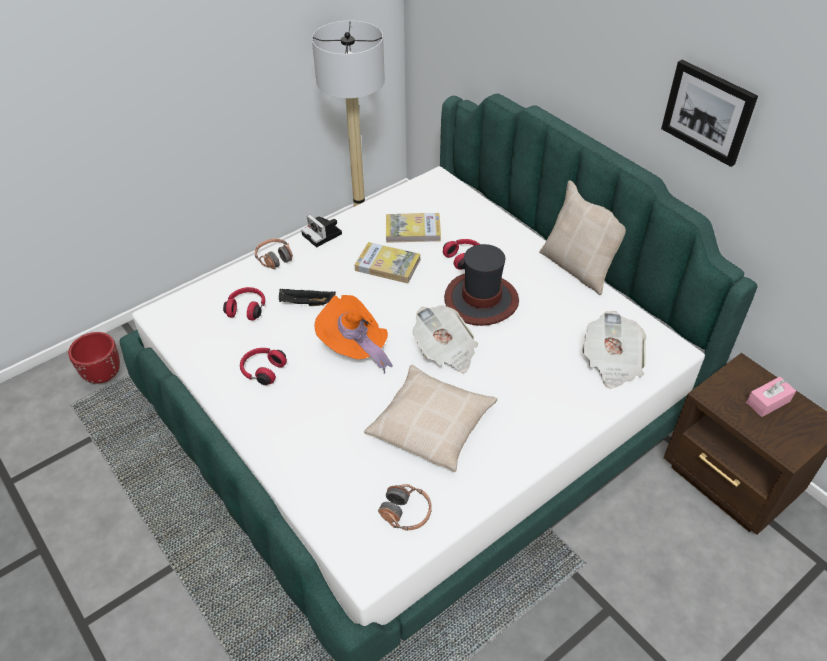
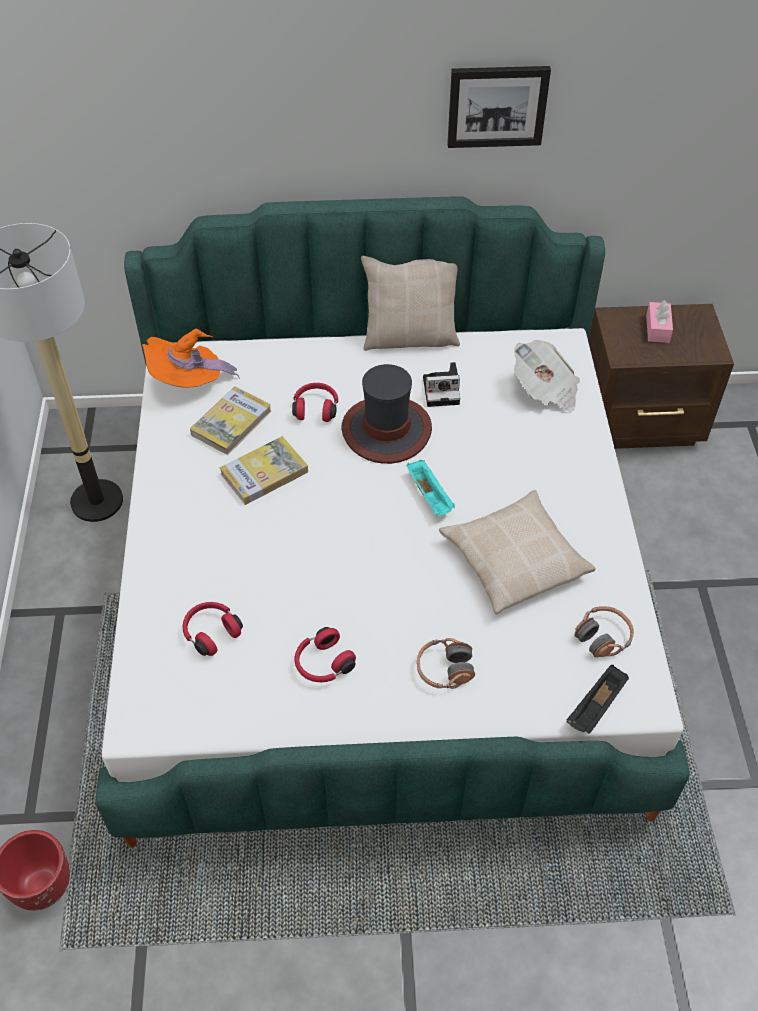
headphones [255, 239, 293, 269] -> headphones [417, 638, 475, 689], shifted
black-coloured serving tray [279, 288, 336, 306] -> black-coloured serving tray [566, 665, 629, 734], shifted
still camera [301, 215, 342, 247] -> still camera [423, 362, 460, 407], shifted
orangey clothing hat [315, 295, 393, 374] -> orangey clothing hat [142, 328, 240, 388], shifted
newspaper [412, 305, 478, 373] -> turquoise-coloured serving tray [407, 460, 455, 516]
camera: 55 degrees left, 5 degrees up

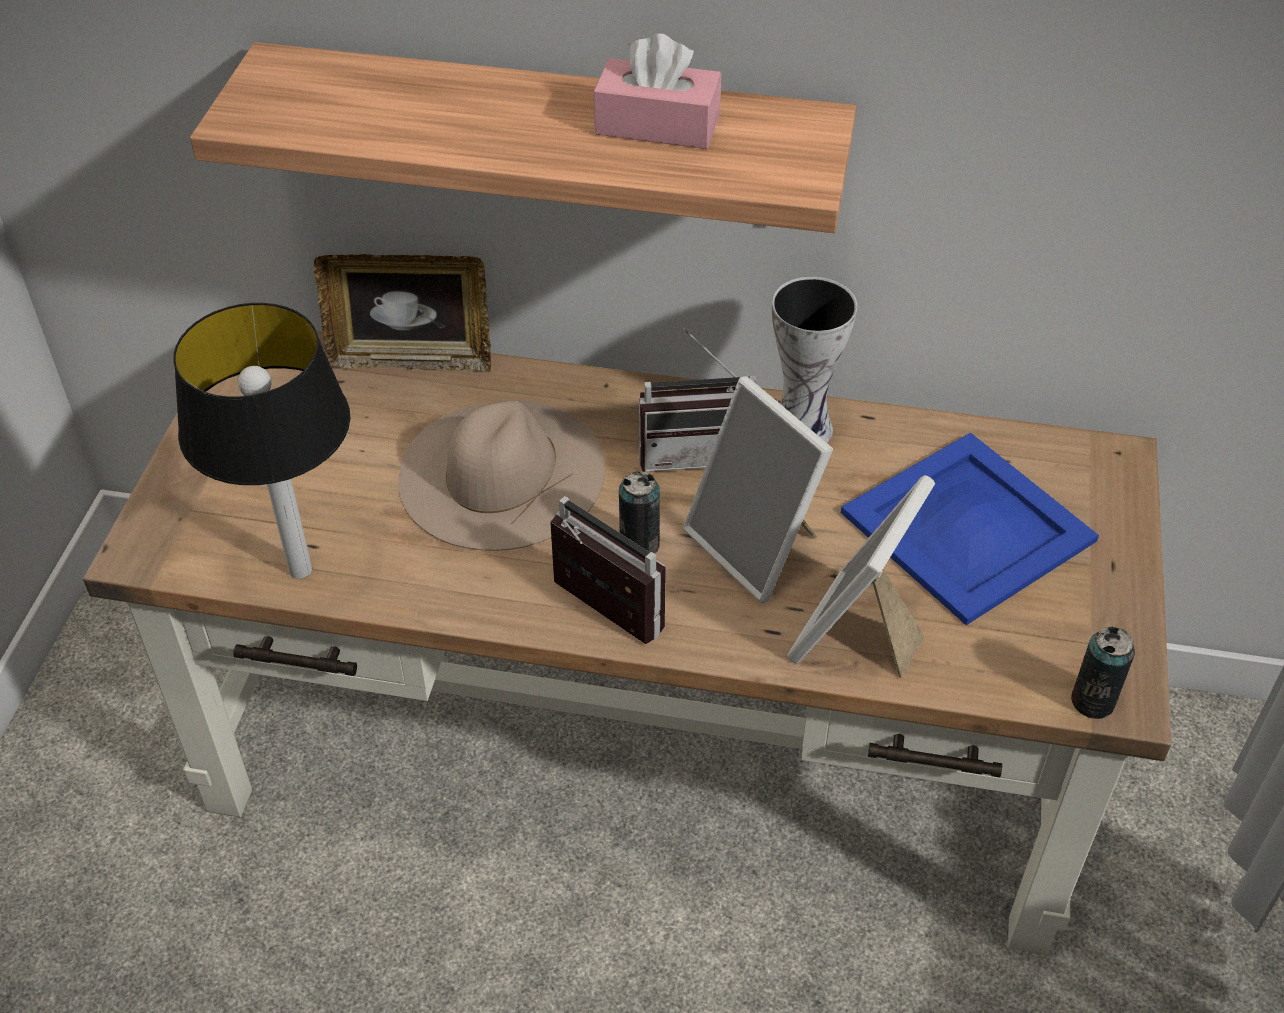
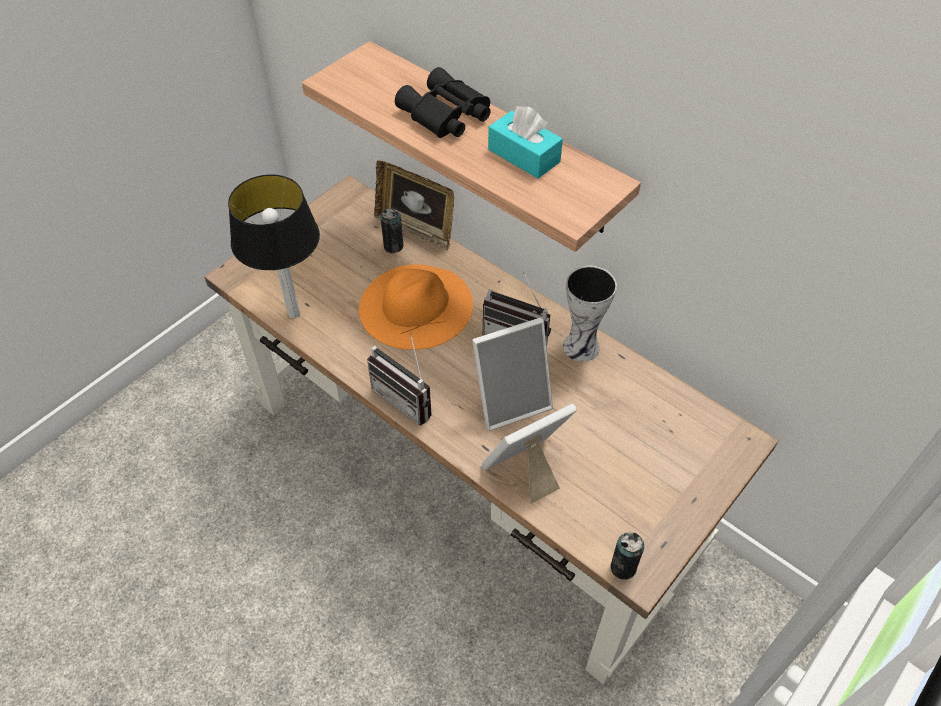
bluish serving tray [841, 432, 1099, 625] -> none
none -> black-coloured binoculars [395, 67, 491, 138]
can [619, 471, 661, 554] -> can [381, 208, 403, 253], shifted
beige-coloured clothing hat [398, 400, 605, 551] -> orangey clothing hat [359, 264, 473, 350]
pink tissue box [594, 33, 721, 149] -> turquoise-coloured tissue box [488, 106, 563, 179]
radio [550, 496, 666, 644] -> radio [367, 332, 432, 425], 150 degrees clockwise
photo frame [683, 376, 833, 603] -> photo frame [472, 317, 553, 431], 105 degrees counterclockwise
camera: 30 degrees right, 5 degrees up

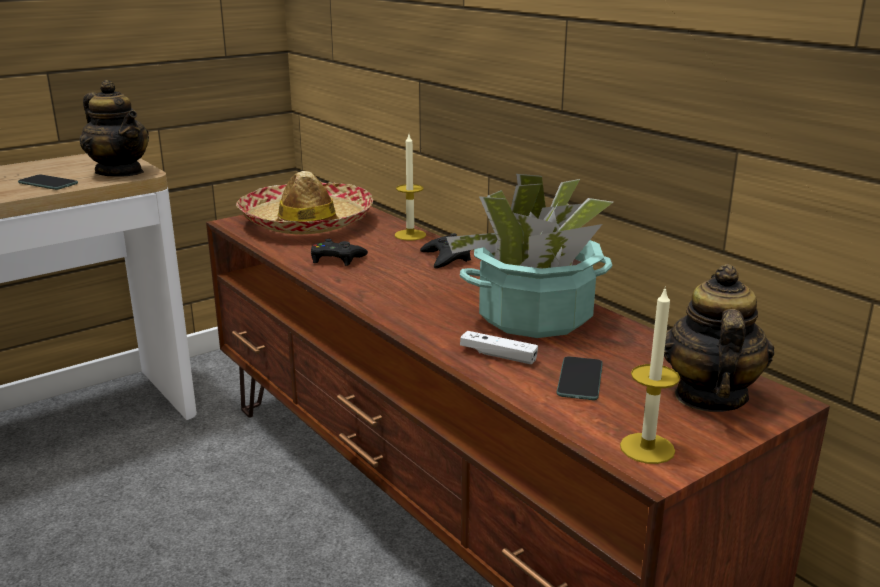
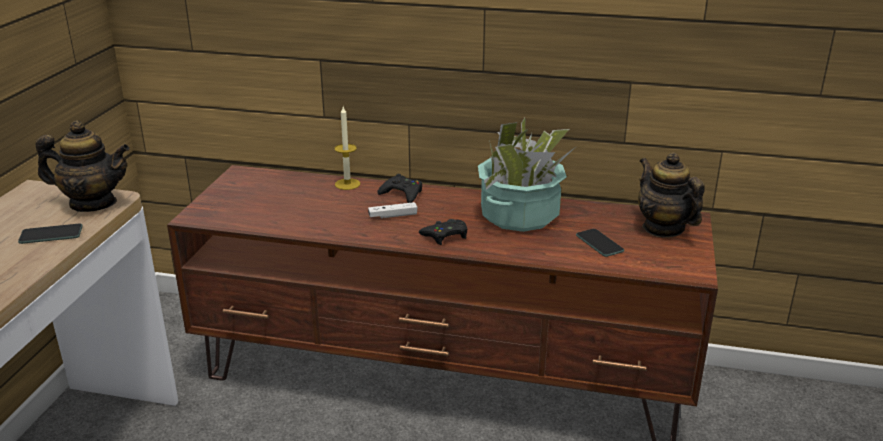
clothing hat [236, 171, 373, 234] -> none
wax candle [620, 286, 680, 464] -> none
black-coloured joypad [311, 239, 368, 266] -> black-coloured joypad [419, 219, 467, 245], shifted
whitish joypad [460, 331, 538, 364] -> whitish joypad [368, 202, 417, 218], shifted
camera: 40 degrees left, 5 degrees up

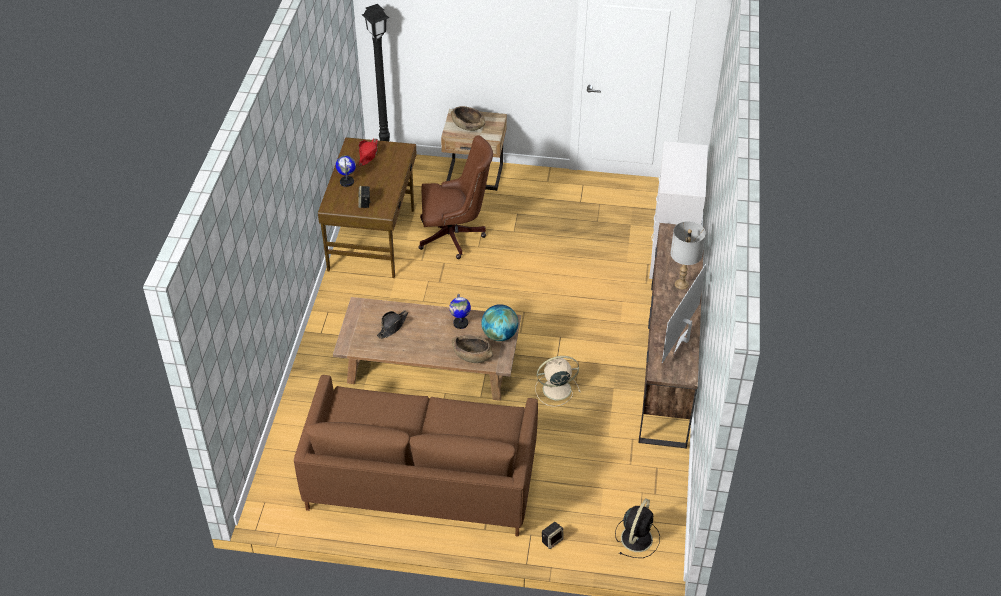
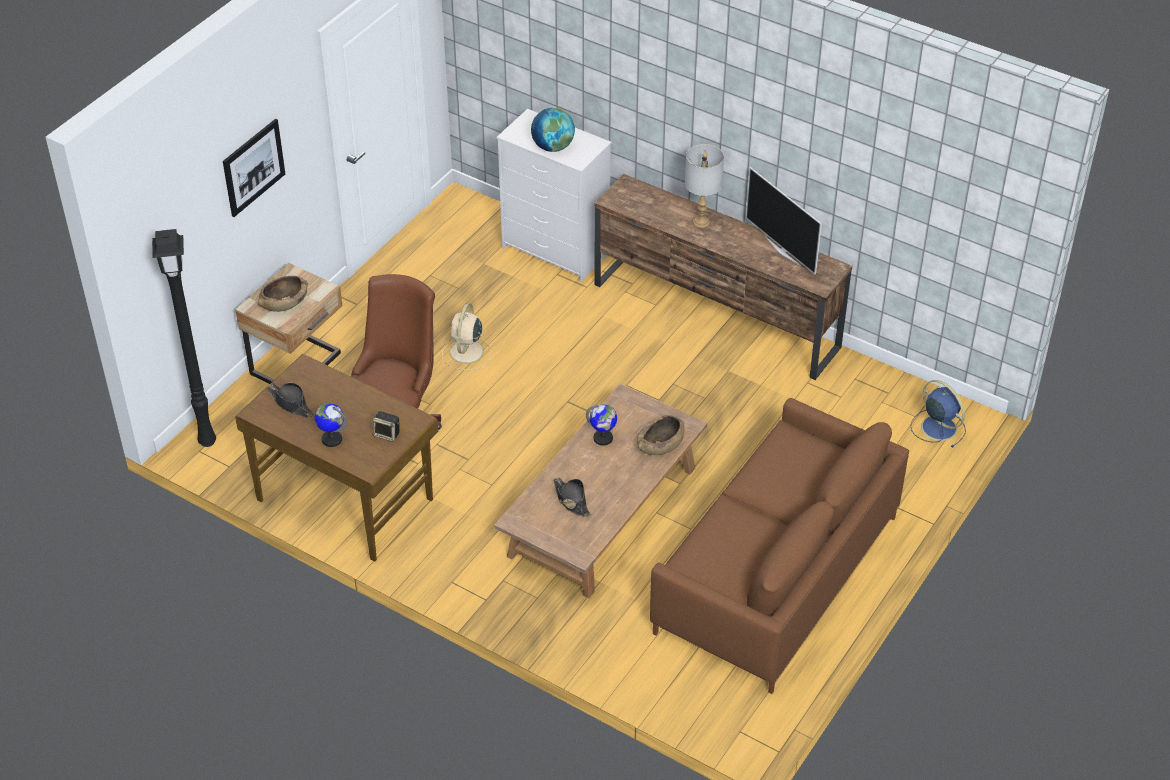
speaker [542, 522, 563, 549] -> none
none -> wall picture [223, 119, 285, 217]
globe [481, 304, 518, 341] -> globe [531, 108, 575, 152], shifted
beige-coloured cooling fan [535, 356, 580, 407] -> beige-coloured cooling fan [442, 303, 491, 370], shifted
red-coloured clothing hat [359, 139, 378, 166] -> black-coloured clothing hat [267, 382, 314, 418]
black-coloured cooling fan [615, 498, 660, 558] -> bluish cooling fan [911, 380, 966, 448]
camera: 65 degrees left, 0 degrees up

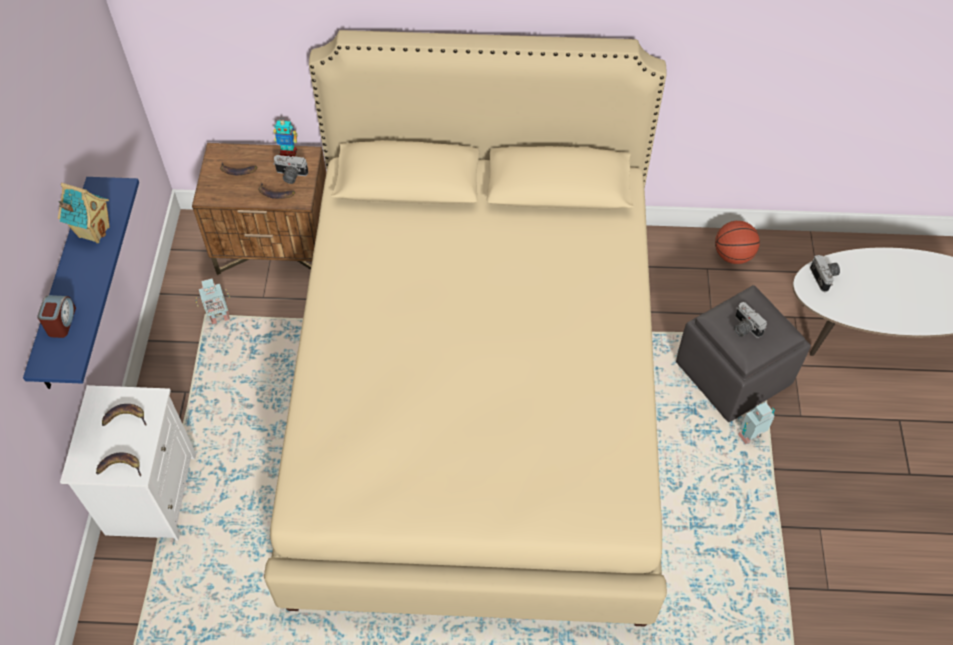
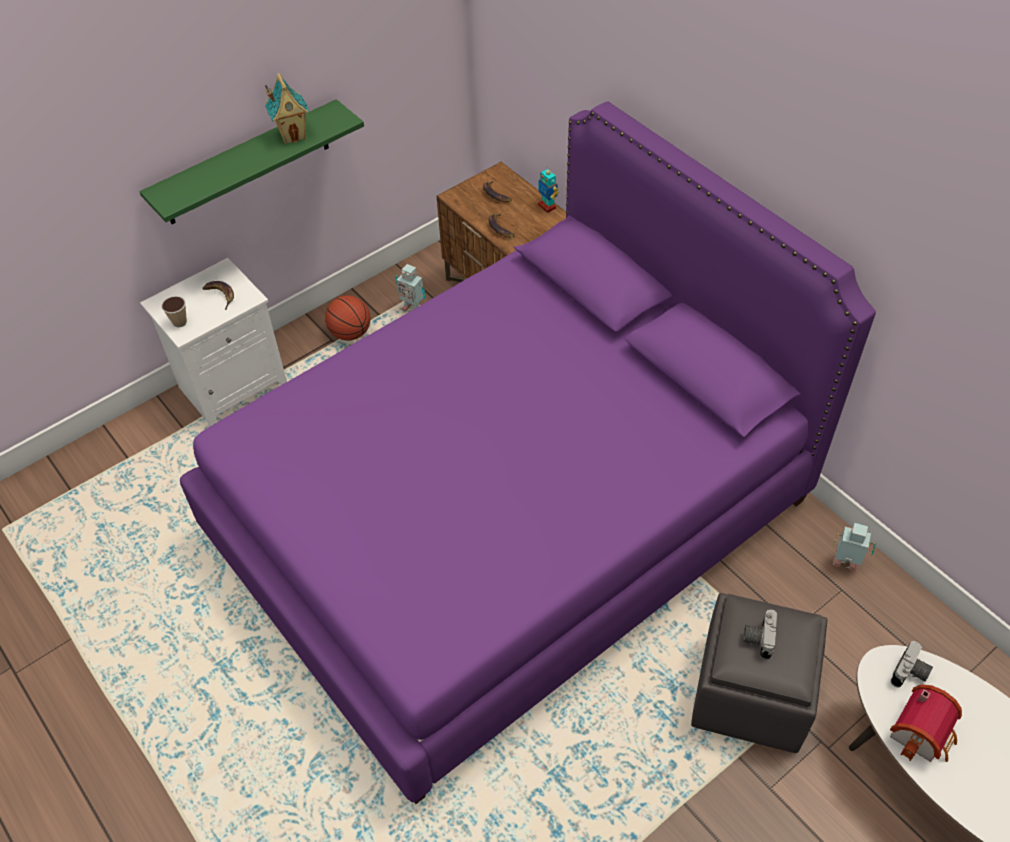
bedside clock [37, 295, 76, 338] -> none
still camera [273, 155, 308, 184] -> none
none -> toy house [890, 684, 962, 762]
basketball ball [715, 221, 760, 264] -> basketball ball [325, 295, 371, 341], shifted
model robot [738, 402, 775, 444] -> model robot [832, 523, 876, 571], shifted
whole banana [96, 453, 141, 476] -> cup [162, 296, 187, 327]
bluish shelf [23, 177, 139, 389] -> greenish shelf [140, 99, 364, 224]
beige-coloured bed [264, 30, 667, 627] -> purplish bed [180, 102, 876, 804]
camera: 50 degrees right, 5 degrees down

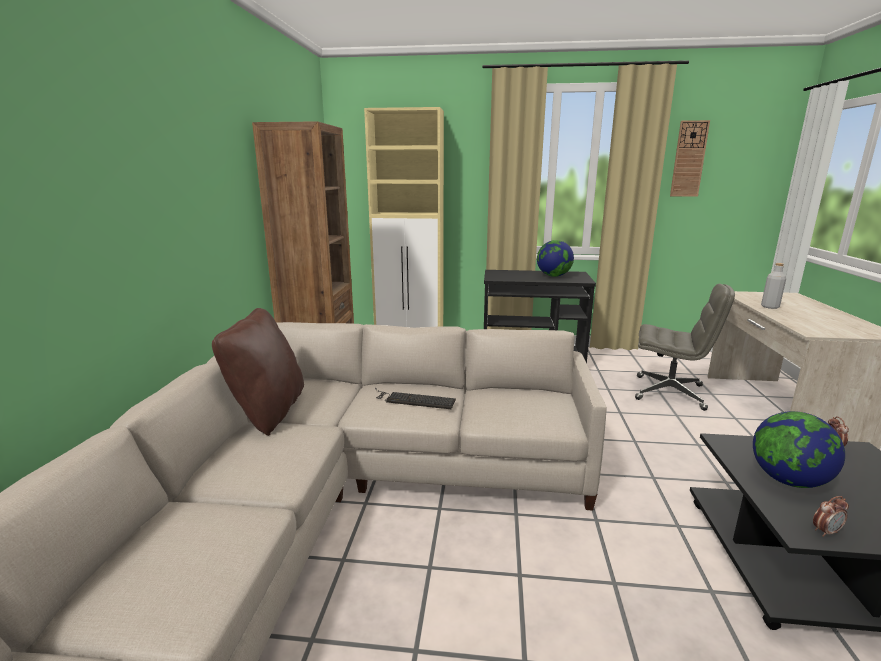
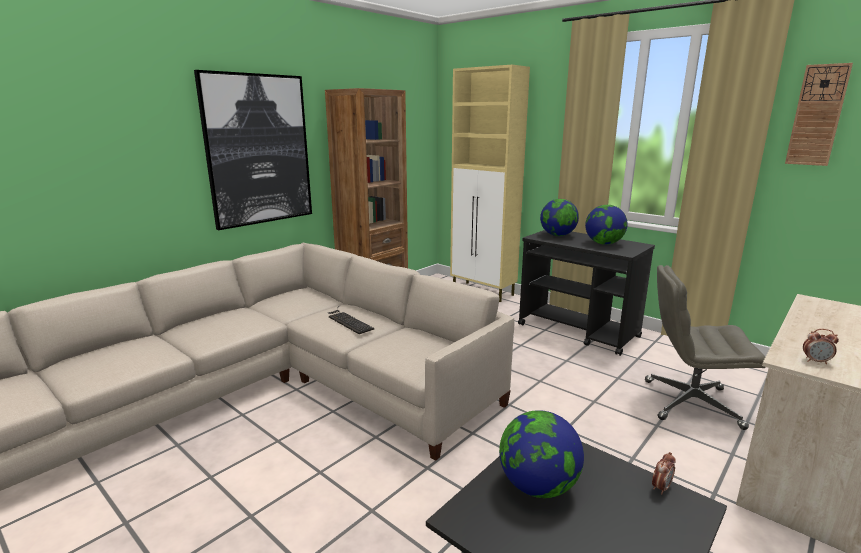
brown-coloured throw pillow [212, 308, 304, 436] -> none
grey bottle [761, 263, 786, 309] -> none
none -> wall picture [194, 70, 312, 230]
none -> globe [540, 199, 579, 236]
bedside clock [813, 496, 849, 537] -> bedside clock [803, 329, 839, 364], shifted
grey desk chair [635, 284, 735, 411] -> grey desk chair [645, 265, 766, 430], 135 degrees clockwise
camera: 35 degrees right, 0 degrees up

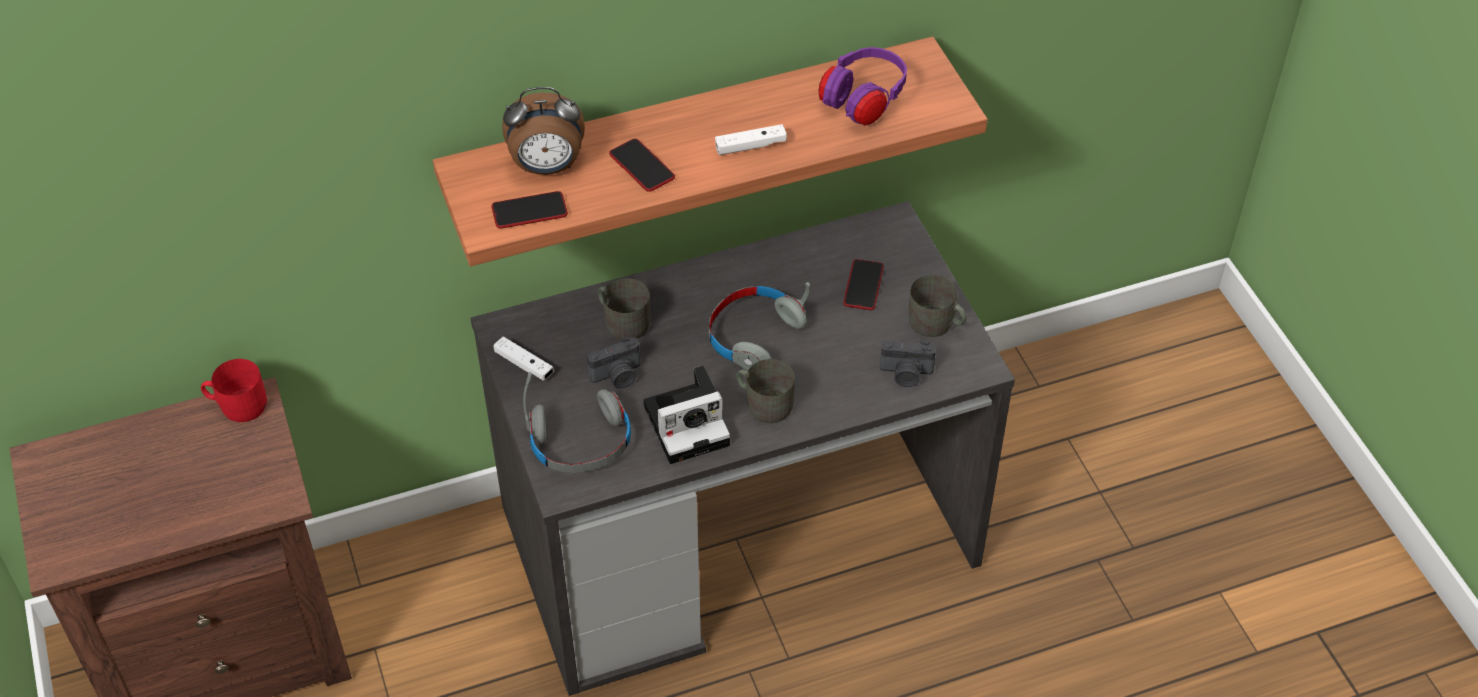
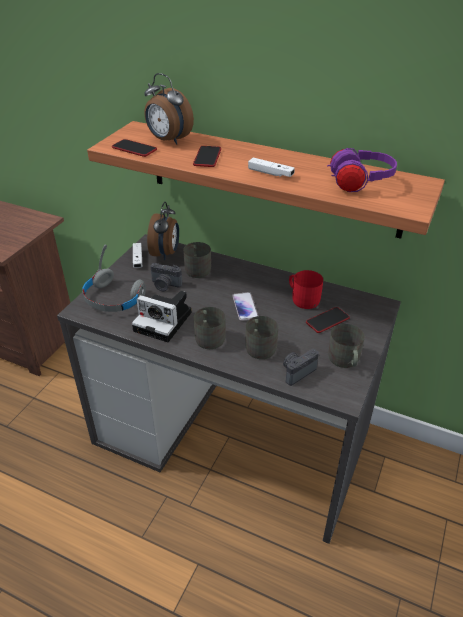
none -> bedside clock [147, 202, 179, 260]
none -> grey tea mug [245, 316, 278, 359]
red-coloured tea mug [201, 359, 267, 422] -> red-coloured tea mug [289, 270, 323, 309], shifted
grey headphones [709, 282, 811, 370] -> handset [232, 292, 258, 321]
still camera [880, 340, 936, 387] -> still camera [283, 349, 319, 386], 90 degrees clockwise
camera: 45 degrees right, 10 degrees down

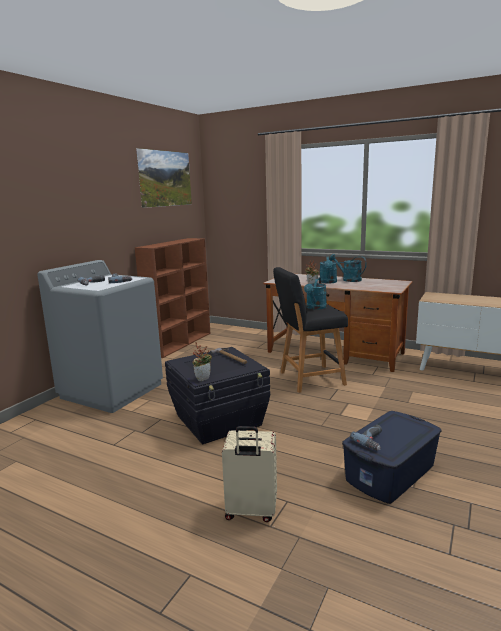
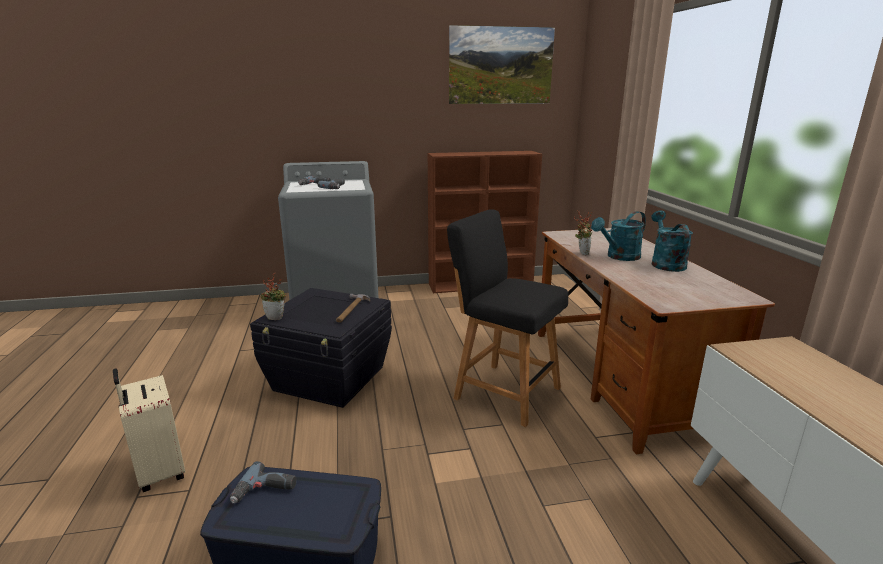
turquoise-coloured watering can [304, 277, 327, 309] -> none
camera: 50 degrees right, 5 degrees up

